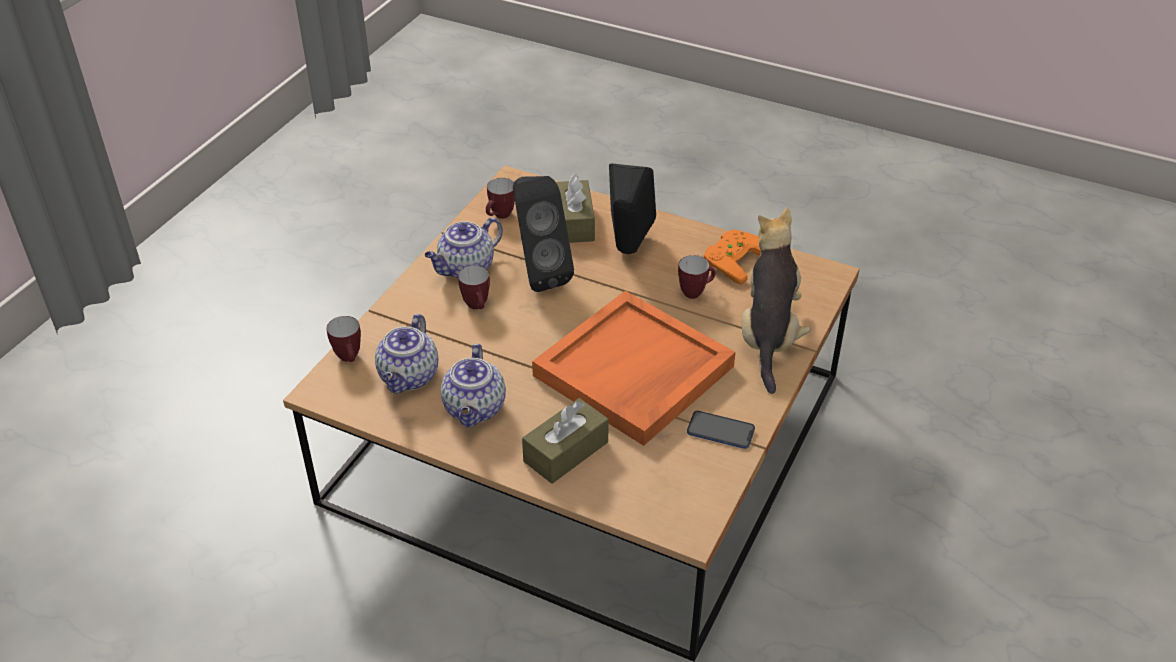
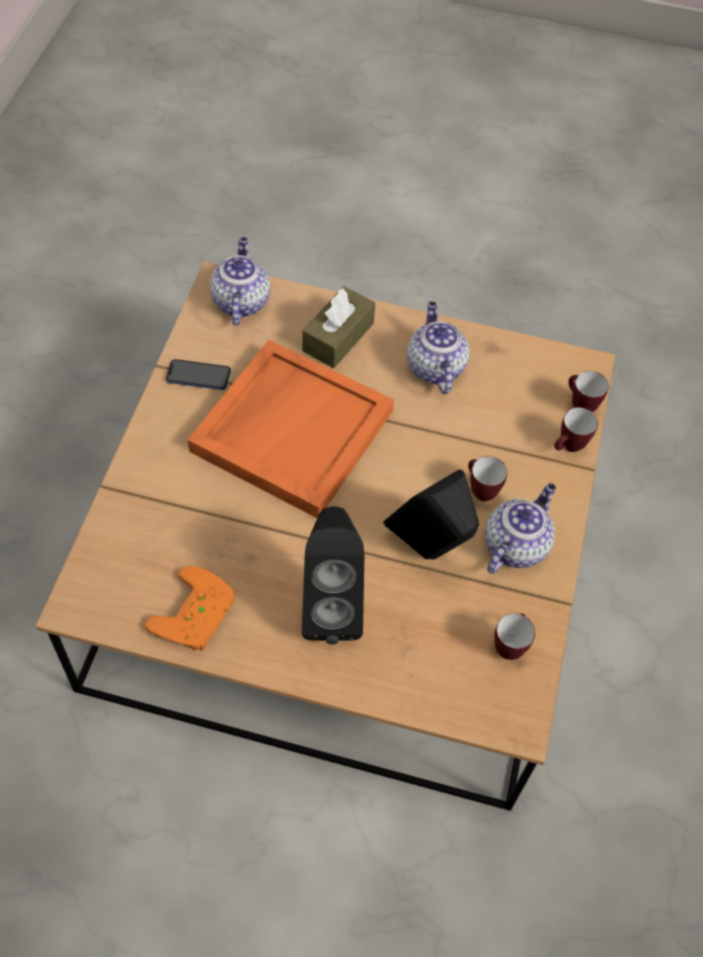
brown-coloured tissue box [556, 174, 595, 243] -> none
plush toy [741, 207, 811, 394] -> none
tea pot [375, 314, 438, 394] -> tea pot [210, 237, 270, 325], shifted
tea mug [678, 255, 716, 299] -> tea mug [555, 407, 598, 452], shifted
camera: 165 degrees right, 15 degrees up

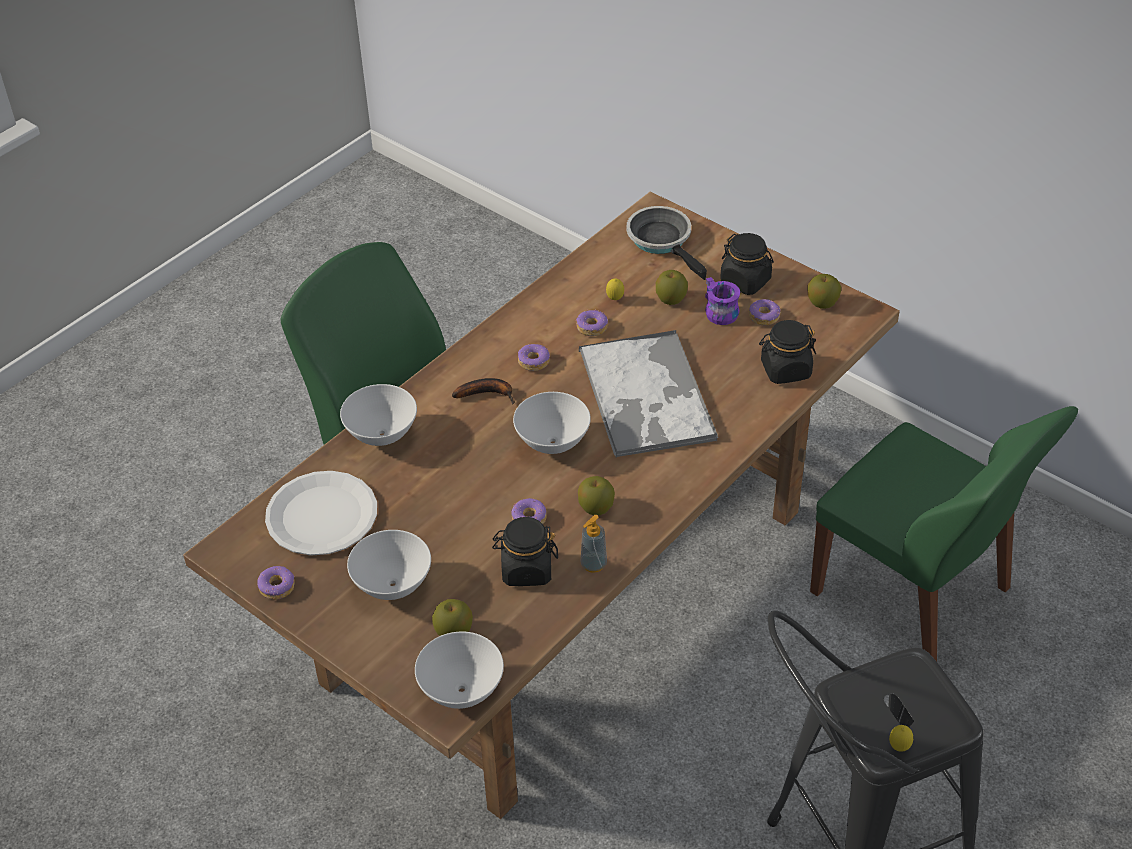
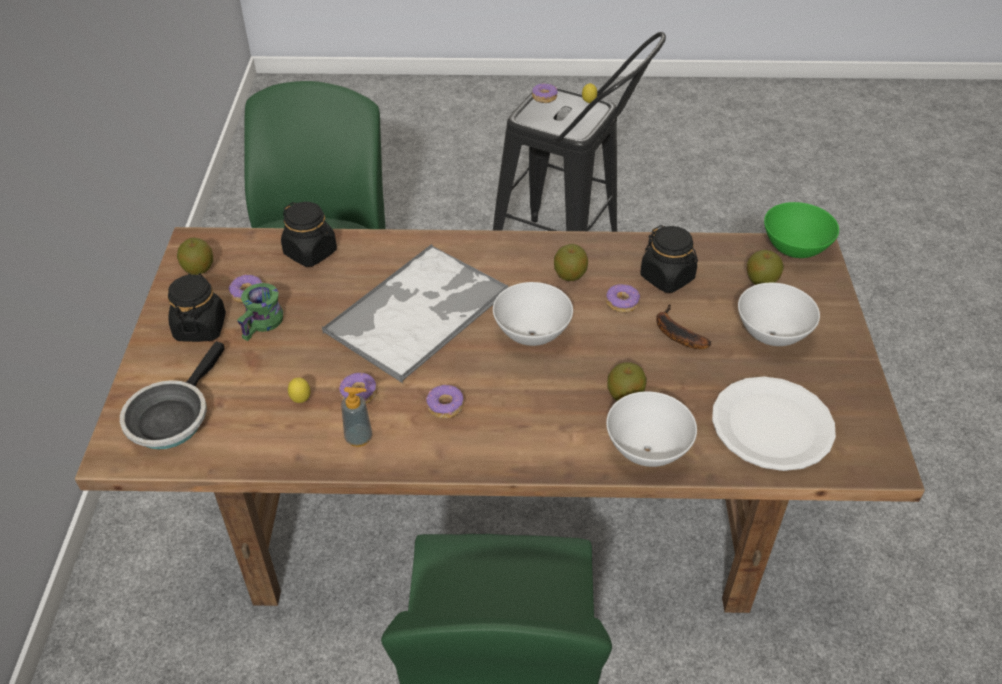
ring doughnut [257, 566, 295, 600] -> ring doughnut [532, 83, 558, 103], shifted
whole banana [452, 378, 515, 404] -> whole banana [656, 304, 711, 349], shifted
liquid soap bottle [580, 515, 607, 573] -> liquid soap bottle [341, 387, 372, 447], shifted
apple [656, 270, 688, 305] -> apple [607, 362, 647, 401], shifted
whitish bowl [415, 631, 504, 709] -> greenish bowl [764, 202, 839, 258]
purplish tea mug [705, 277, 740, 325] -> greenish tea mug [237, 283, 283, 341]
camera: 130 degrees left, 0 degrees up

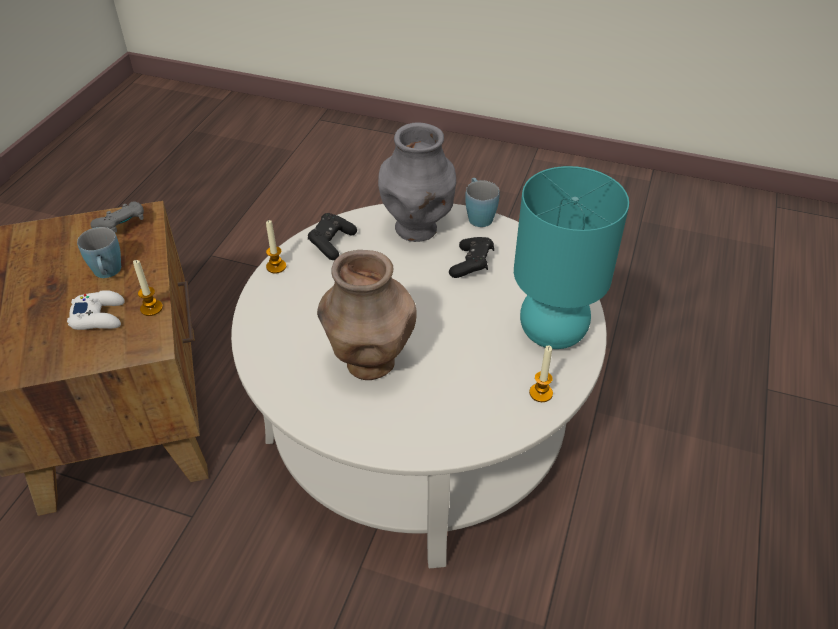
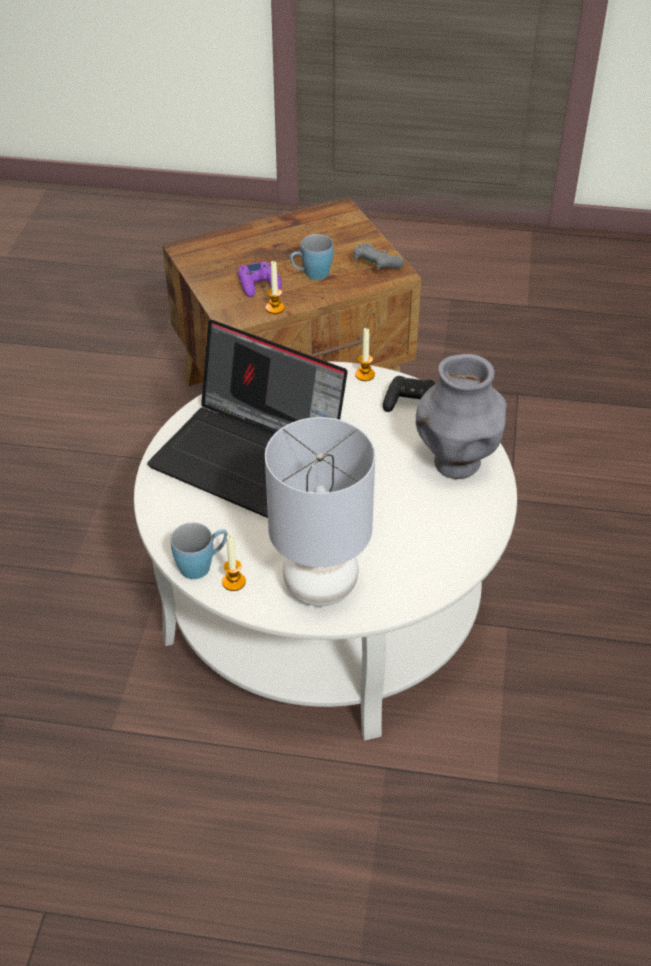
black-coloured joypad [449, 237, 494, 278] -> none
bluish tea mug [465, 178, 500, 227] -> bluish tea mug [170, 523, 228, 579], shifted
brown-coloured flower vase [317, 250, 417, 380] -> laptop [147, 320, 348, 518]
whitish joypad [67, 290, 125, 330] -> purplish joypad [238, 261, 282, 297]
turquoise-coloured lamp for a table [514, 166, 629, 349] -> grey lamp for a table [265, 417, 375, 606]
camera: 80 degrees right, 0 degrees up

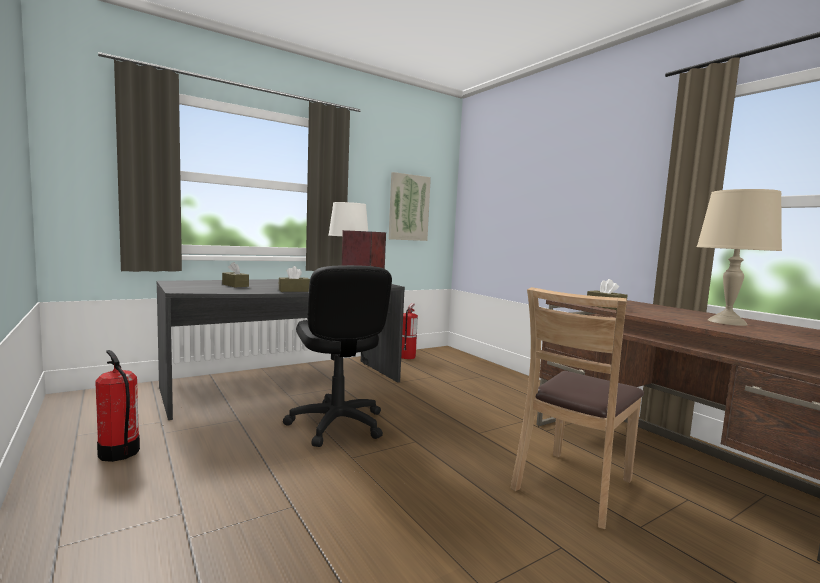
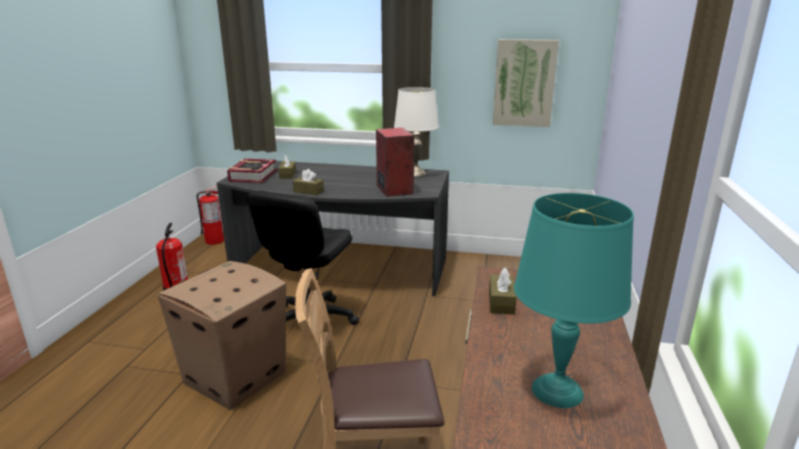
none -> carton [157, 261, 286, 410]
none -> bound book [227, 159, 277, 183]
extinguisher [401, 303, 418, 359] -> extinguisher [197, 186, 224, 245], shifted
beige-coloured lamp for a table [697, 189, 782, 326] -> turquoise-coloured lamp for a table [514, 193, 634, 408]
camera: 45 degrees right, 15 degrees up

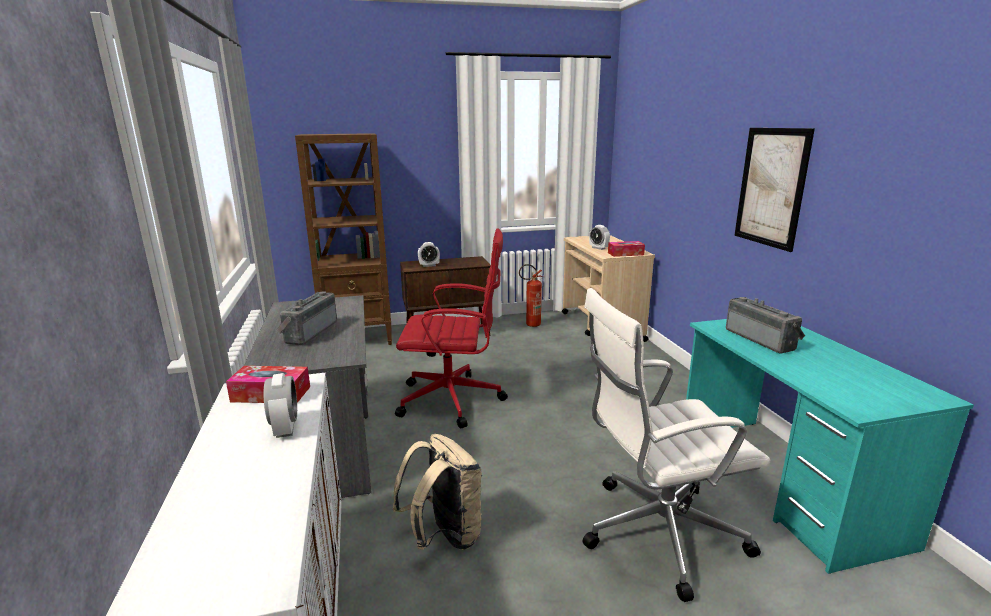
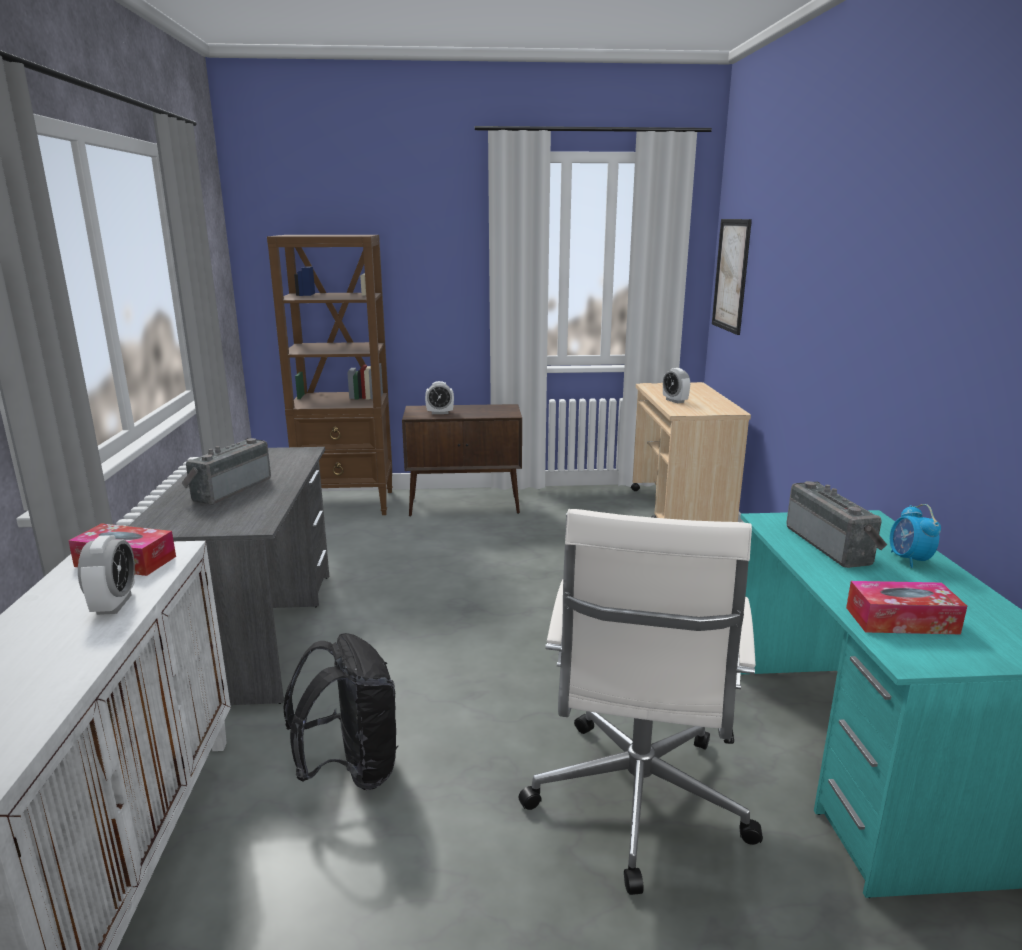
red-coloured desk chair [395, 229, 508, 428] -> none
extinguisher [519, 264, 543, 327] -> none
none -> bedside clock [890, 504, 941, 568]
tissue box [608, 241, 645, 257] -> tissue box [846, 581, 967, 634], shifted
wall picture [734, 128, 815, 252] -> wall picture [712, 219, 752, 335], shifted
beige-coloured knapsack [393, 434, 482, 550] -> black-coloured knapsack [283, 633, 399, 790]
whitish desk chair [583, 288, 771, 602] -> whitish desk chair [518, 509, 763, 895], 75 degrees counterclockwise
camera: 10 degrees right, 0 degrees up

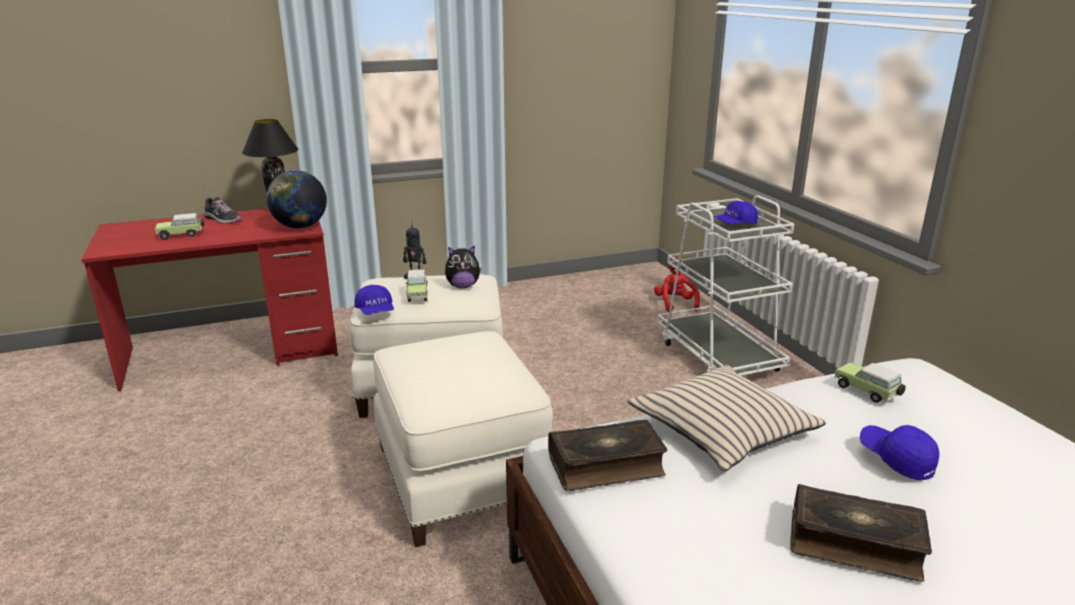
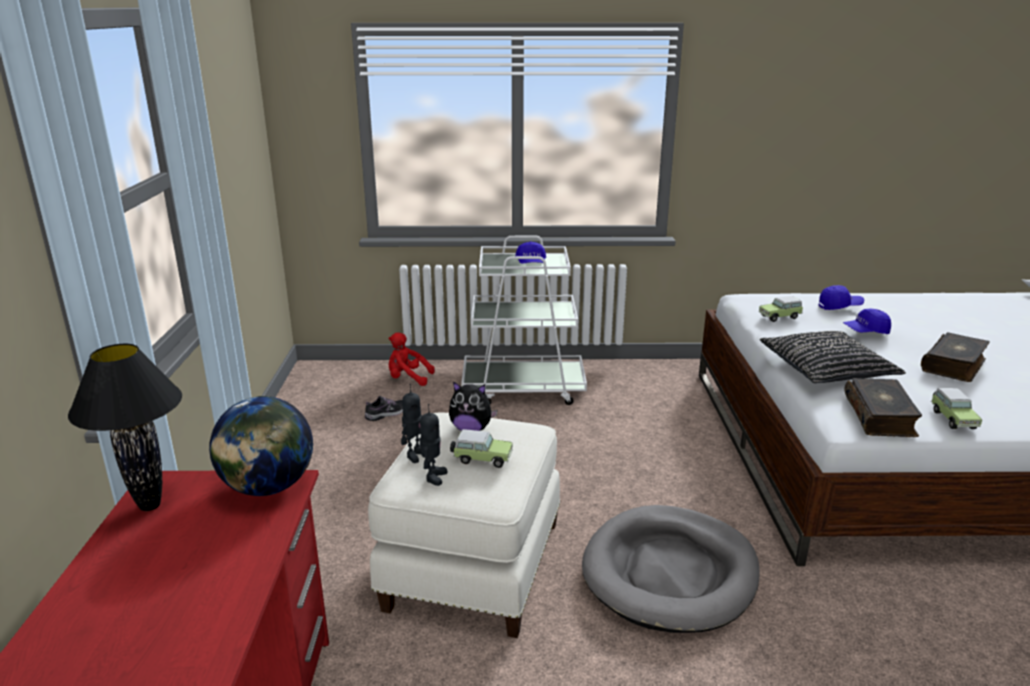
none -> model robot [419, 404, 447, 486]
miniature car [155, 213, 204, 240] -> miniature car [931, 388, 982, 429], shifted
shoe [204, 196, 242, 224] -> shoe [365, 396, 403, 421], shifted
bluish peaked cap [354, 285, 394, 315] -> bluish peaked cap [819, 285, 864, 310], shifted
whitish footrest [373, 331, 553, 547] -> grey dog bed [582, 505, 760, 633]
beige-coloured throw pillow [627, 365, 826, 471] -> black-coloured throw pillow [760, 331, 906, 383]
plush toy [445, 245, 482, 288] -> plush toy [449, 381, 498, 431], 90 degrees clockwise
camera: 70 degrees left, 0 degrees up

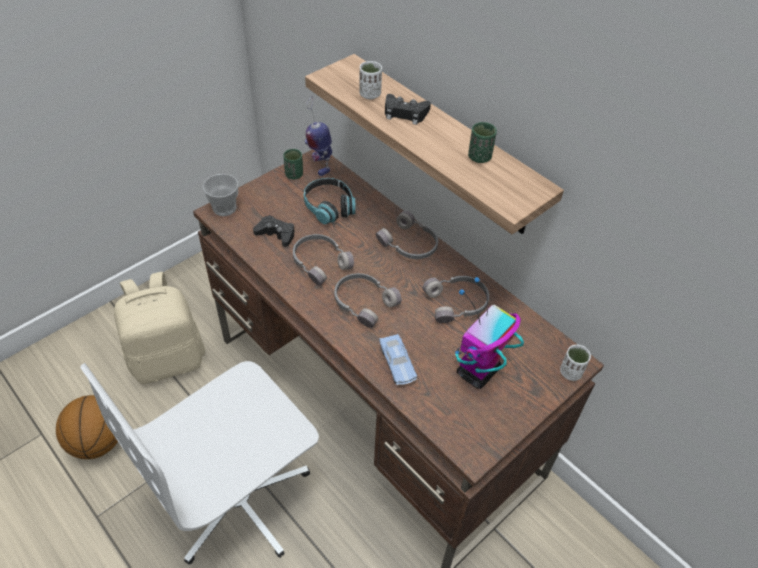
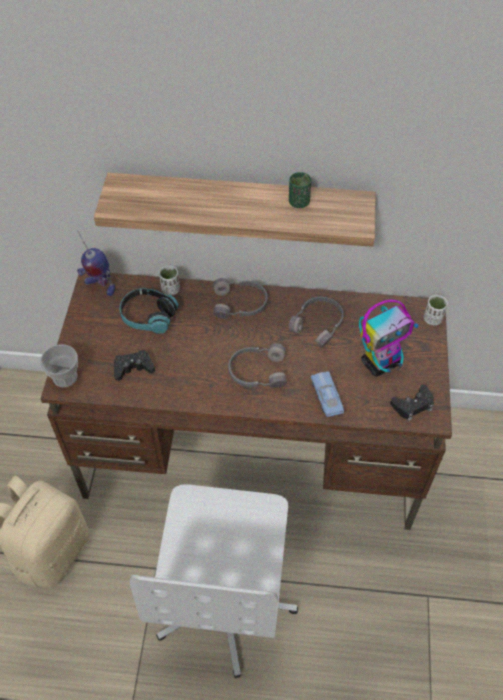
basketball ball [56, 395, 118, 459] -> none
greenish cup [283, 149, 303, 179] -> none
grey headphones [293, 234, 354, 286] -> none
whitish cup [359, 61, 382, 99] -> whitish cup [159, 266, 180, 296], shifted
black-coloured joypad [385, 94, 431, 125] -> black-coloured joypad [390, 385, 434, 421], shifted
bluish miniature car [379, 334, 417, 385] -> bluish miniature car [311, 371, 344, 417], 135 degrees counterclockwise
model robot [455, 277, 524, 389] -> model robot [359, 299, 419, 377], 120 degrees counterclockwise
camera: 40 degrees left, 5 degrees up

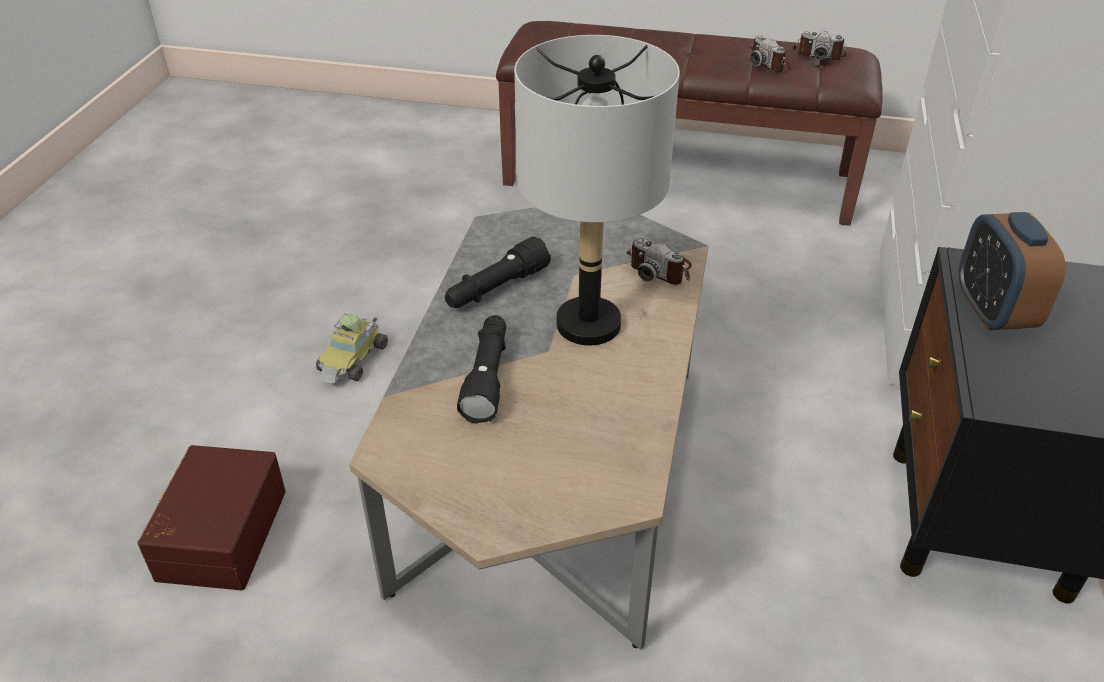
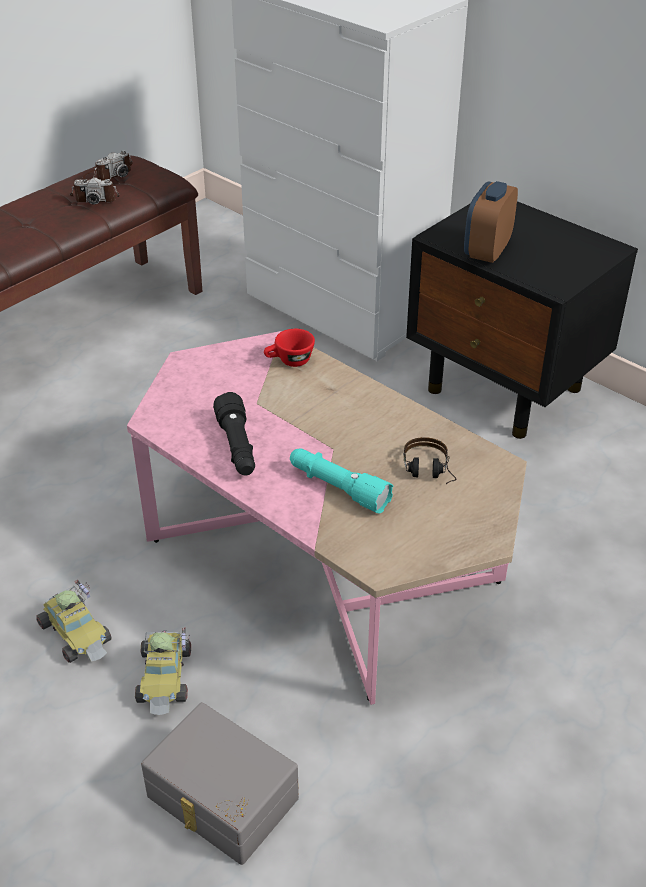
grey lamp for a table [514, 35, 680, 346] -> none
none -> miniature car [135, 627, 191, 715]
none -> headphones [403, 437, 456, 484]
still camera [626, 238, 692, 285] -> red-coloured cup [264, 329, 315, 367]
brown-coloured storage bin [137, 445, 286, 590] -> grey storage bin [141, 702, 299, 865]
grey low table [349, 207, 708, 650] -> pink low table [127, 331, 527, 705]
black-coloured hand torch [457, 315, 507, 424] -> turquoise-coloured hand torch [290, 449, 393, 514]
bedside clock [959, 212, 1066, 330] -> bedside clock [464, 181, 518, 263], 90 degrees clockwise
camera: 60 degrees left, 0 degrees up

